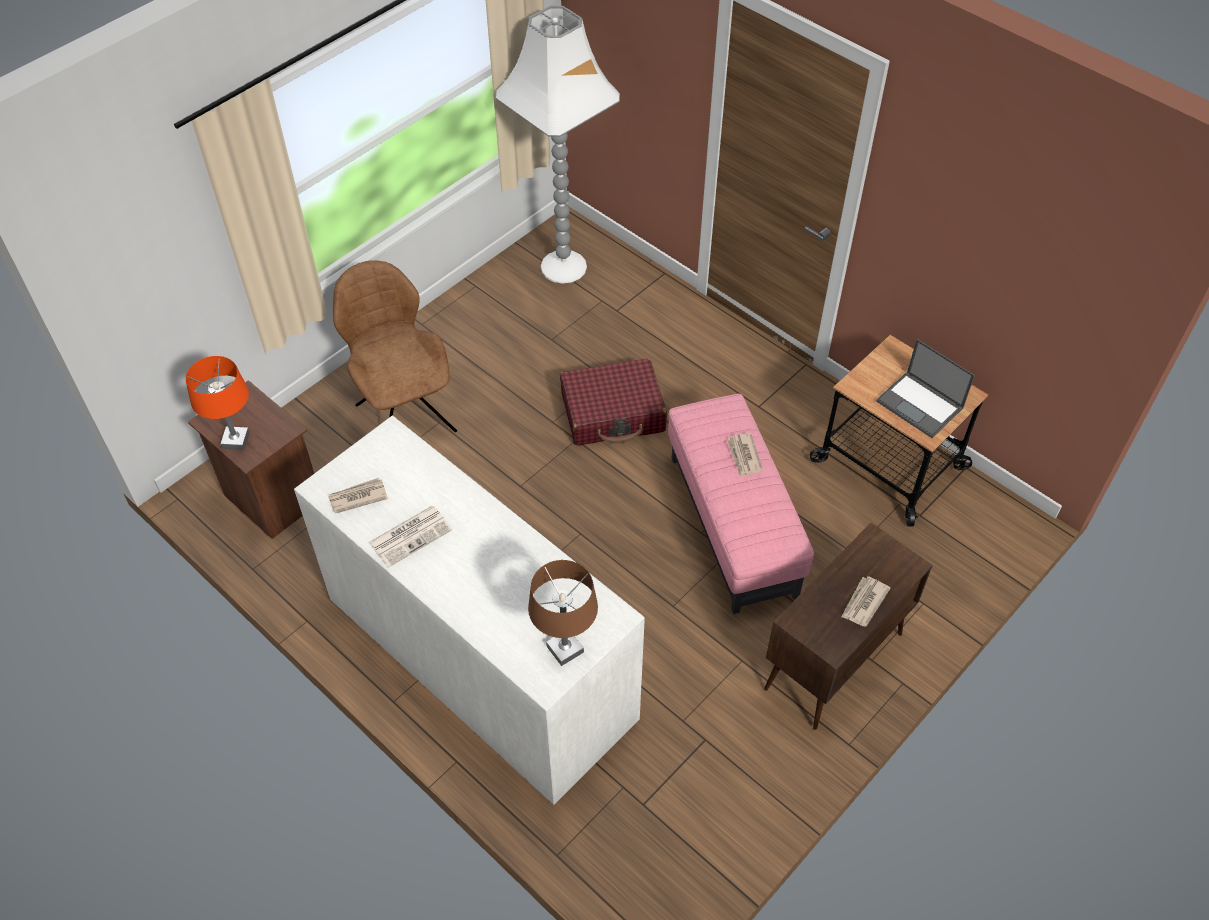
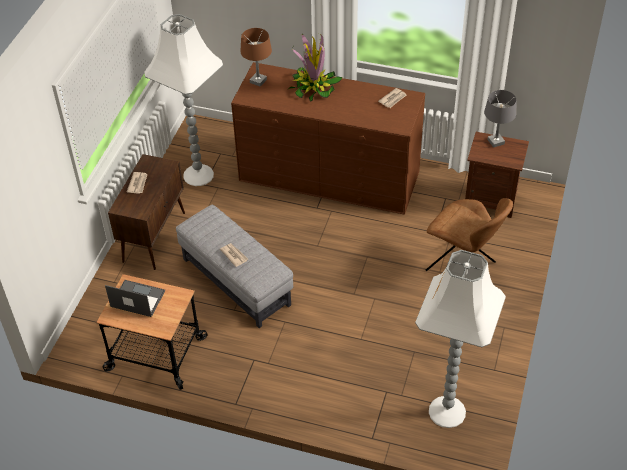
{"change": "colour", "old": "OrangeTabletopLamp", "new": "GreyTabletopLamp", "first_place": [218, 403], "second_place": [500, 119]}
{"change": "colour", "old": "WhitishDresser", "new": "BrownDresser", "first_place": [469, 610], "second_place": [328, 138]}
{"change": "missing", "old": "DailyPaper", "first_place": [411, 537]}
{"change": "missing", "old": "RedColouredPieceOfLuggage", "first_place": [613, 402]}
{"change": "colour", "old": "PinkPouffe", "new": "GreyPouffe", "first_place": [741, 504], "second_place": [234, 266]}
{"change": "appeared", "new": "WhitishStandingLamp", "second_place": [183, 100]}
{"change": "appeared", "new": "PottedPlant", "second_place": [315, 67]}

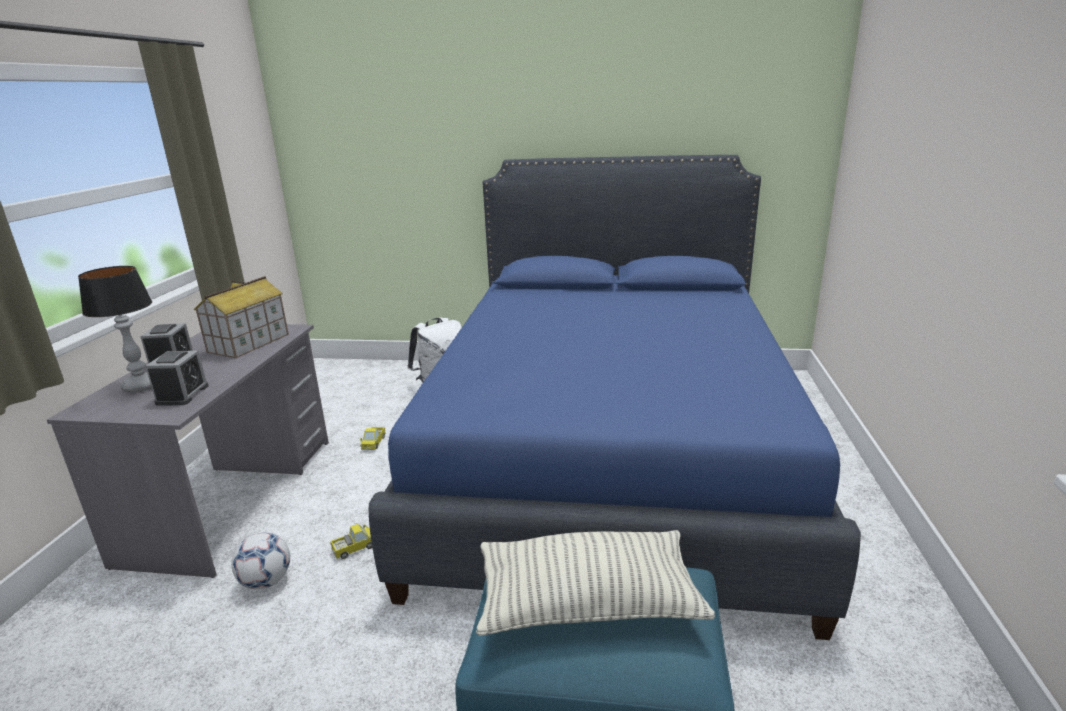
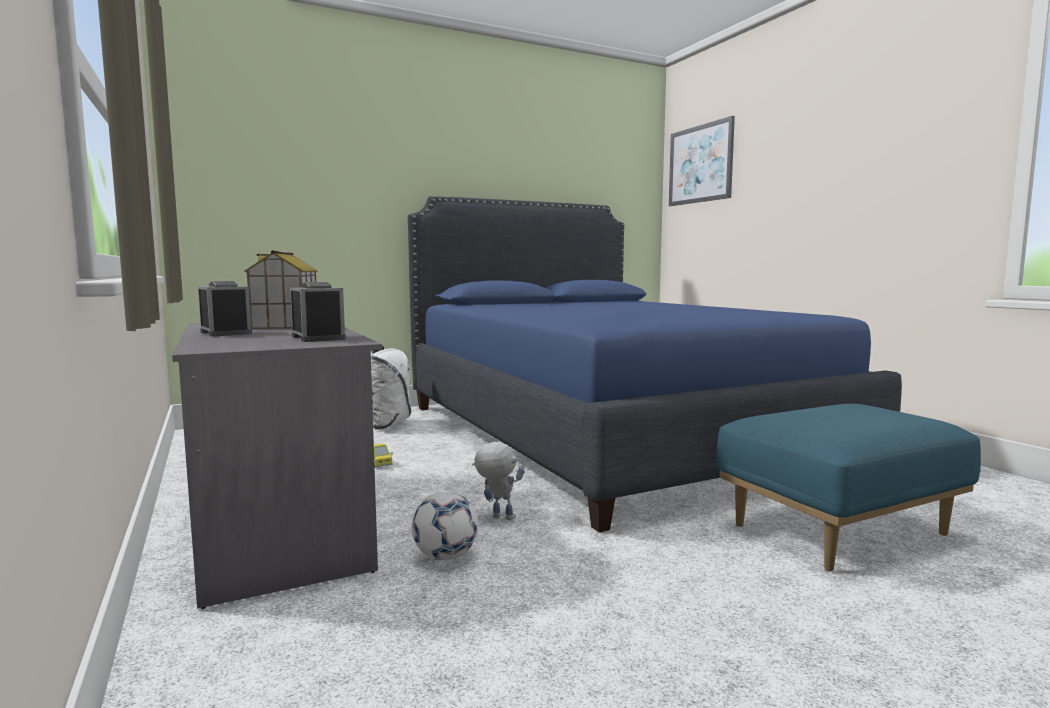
{"change": "missing", "old": "TabletopLamp", "first_place": [115, 329]}
{"change": "exchanged", "old": "ToyLorry", "new": "ToyRobot", "first_place": [351, 541], "second_place": [498, 481]}
{"change": "missing", "old": "Cushion", "first_place": [595, 583]}
{"change": "appeared", "new": "Picture", "second_place": [702, 161]}

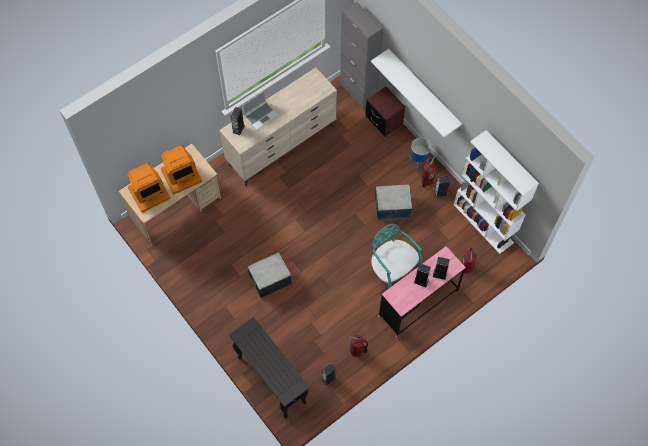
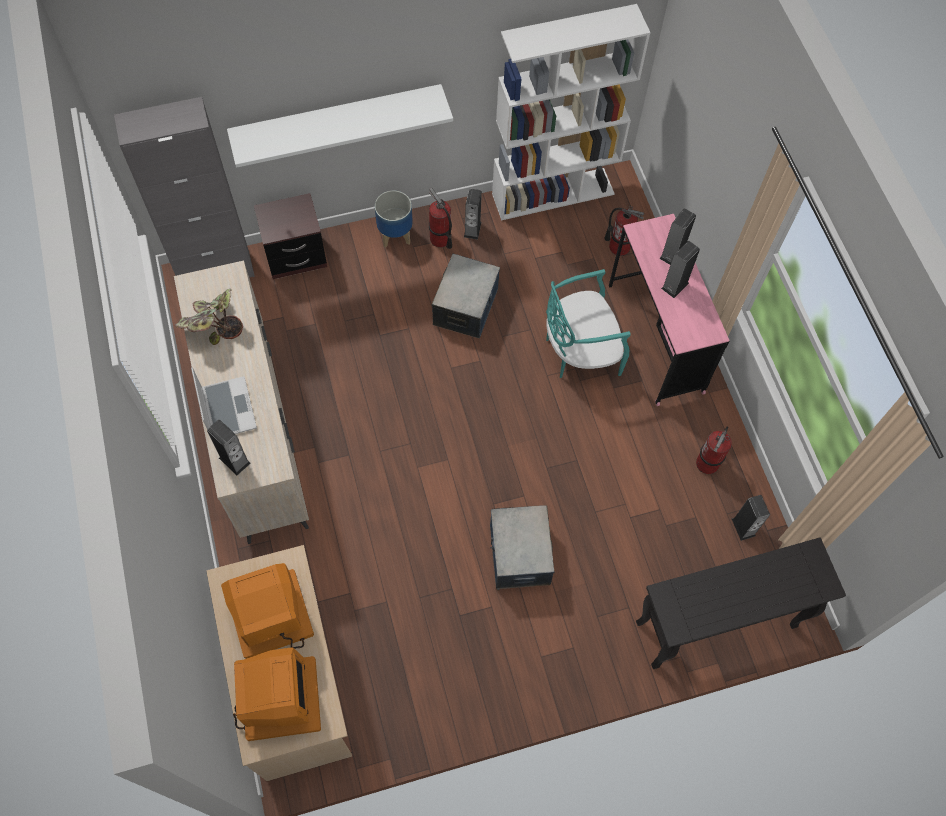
{"change": "spun", "old": "Monitor", "first_place": [181, 169], "second_place": [267, 611], "degrees": -105}
{"change": "appeared", "new": "PottedPlant", "second_place": [209, 317]}

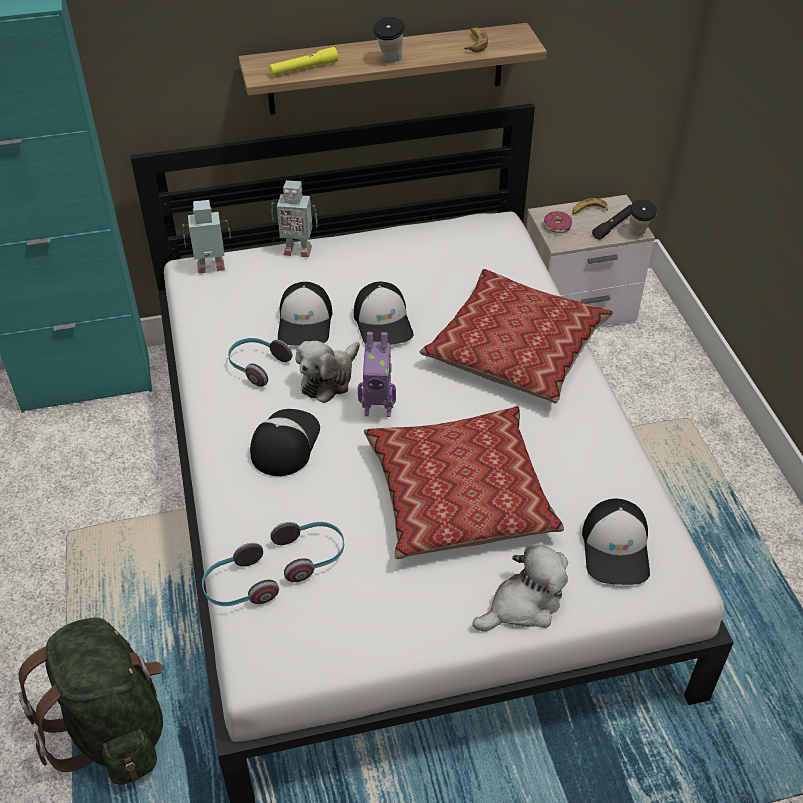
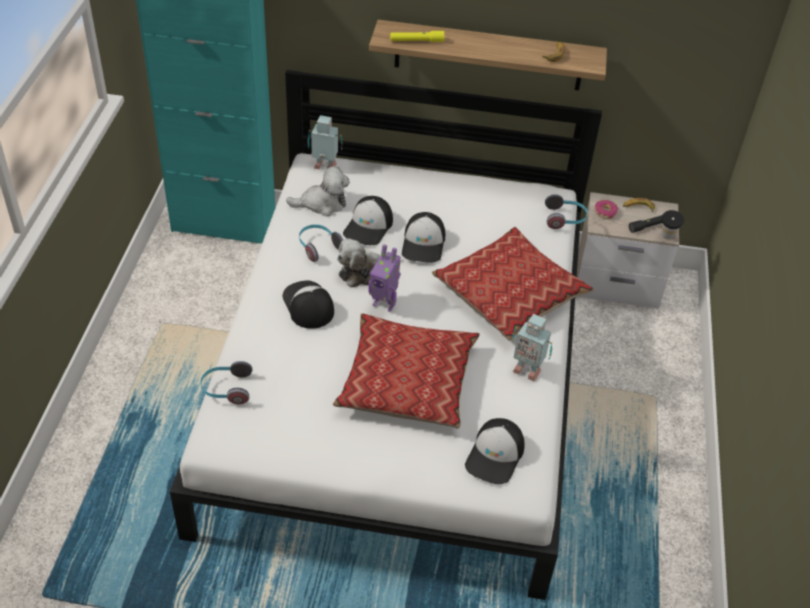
{"change": "missing", "old": "GreenishRucksack", "first_place": [90, 701]}
{"change": "spun", "old": "PeakedCap", "first_place": [285, 442], "second_place": [308, 305], "degrees": -60}
{"change": "relocated", "old": "PairOfHeadphones", "first_place": [307, 552], "second_place": [566, 211]}
{"change": "relocated", "old": "ToyRobot", "first_place": [294, 218], "second_place": [532, 347]}
{"change": "missing", "old": "DrinkingCup", "first_place": [389, 39]}
{"change": "relocated", "old": "SoftToy", "first_place": [520, 587], "second_place": [318, 191]}

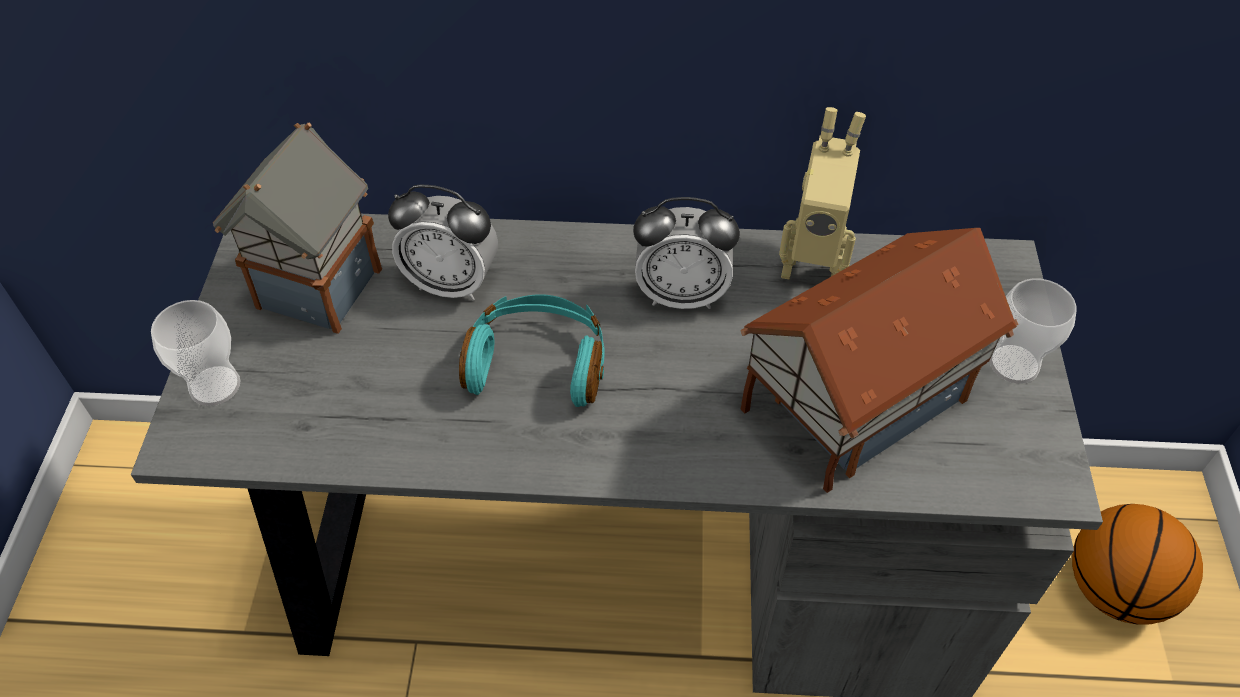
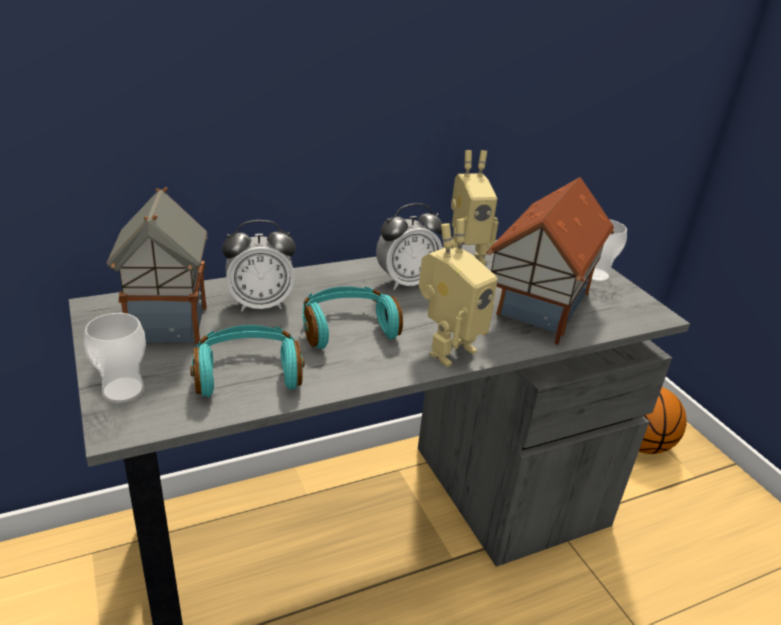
{"change": "appeared", "new": "BlueGreenPairOfHeadphones", "second_place": [247, 361]}
{"change": "appeared", "new": "ToyRobot", "second_place": [458, 293]}

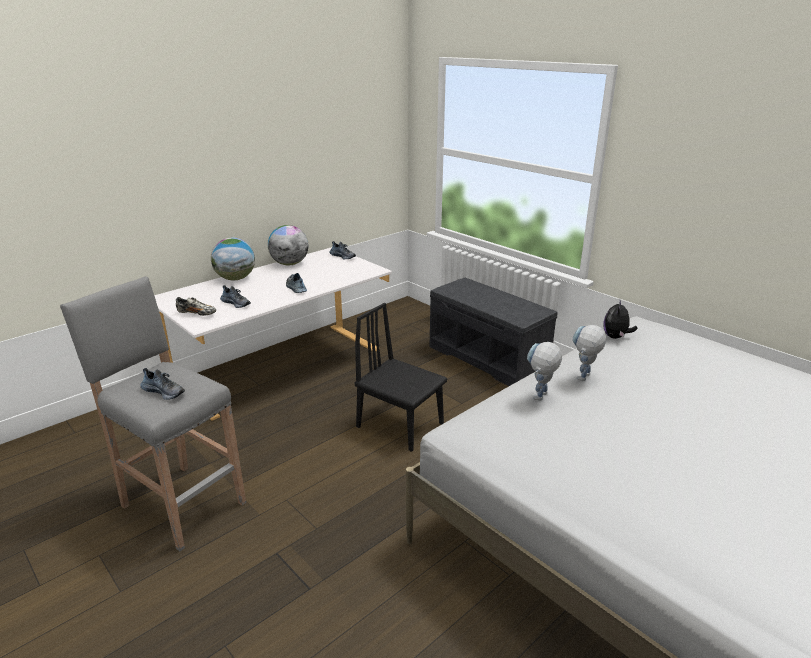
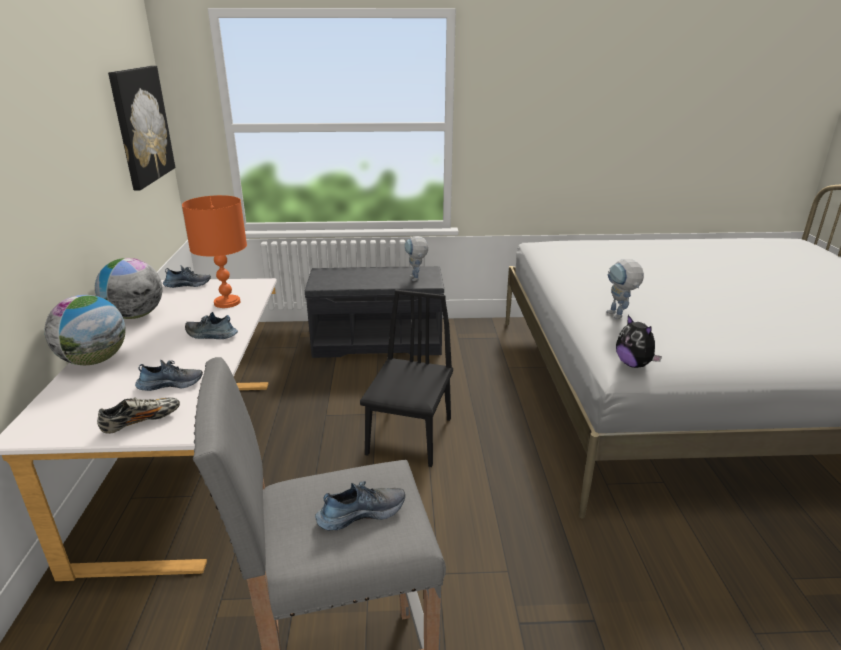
{"change": "spun", "old": "BlackUprightChair", "first_place": [401, 377], "second_place": [406, 378], "degrees": 120}
{"change": "relocated", "old": "ToyRobot", "first_place": [589, 353], "second_place": [416, 258]}
{"change": "relocated", "old": "SoftToy", "first_place": [620, 319], "second_place": [639, 341]}
{"change": "appeared", "new": "Picture", "second_place": [141, 128]}
{"change": "appeared", "new": "OrangeTabletopLamp", "second_place": [214, 251]}

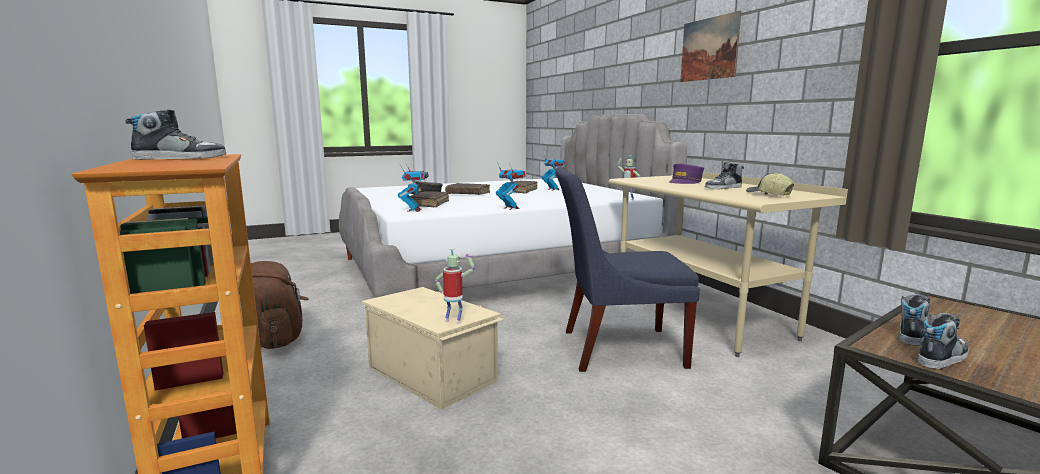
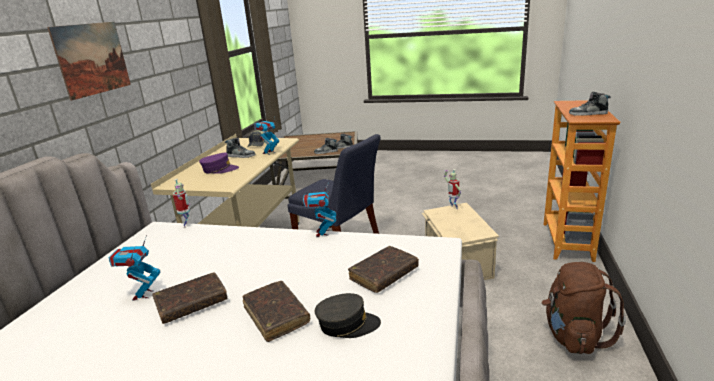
{"change": "relocated", "old": "ToyRobot", "first_place": [413, 187], "second_place": [266, 136]}

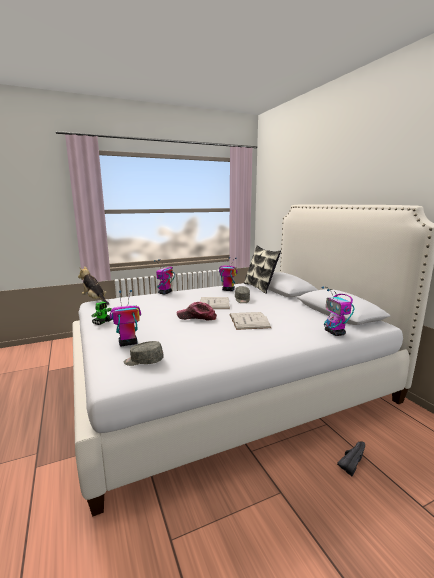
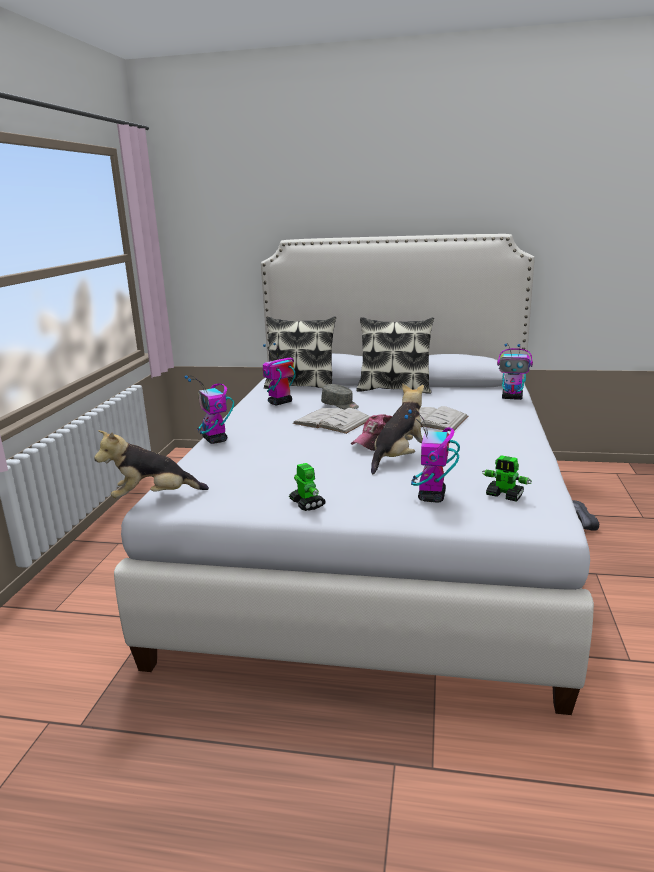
{"change": "exchanged", "old": "GreyPeakedCap", "new": "ToyRobot", "first_place": [144, 353], "second_place": [507, 478]}
{"change": "appeared", "new": "Cushion", "second_place": [395, 355]}
{"change": "appeared", "new": "SoftToy", "second_place": [397, 428]}

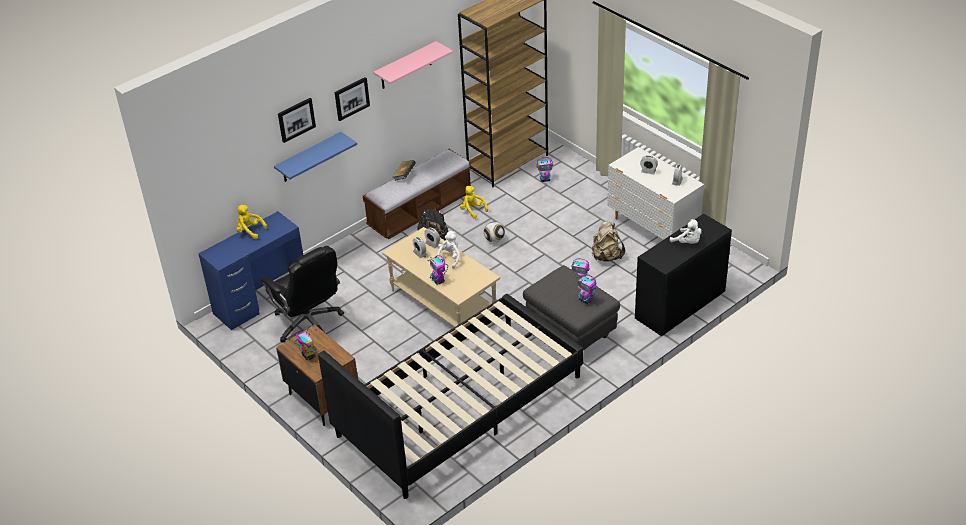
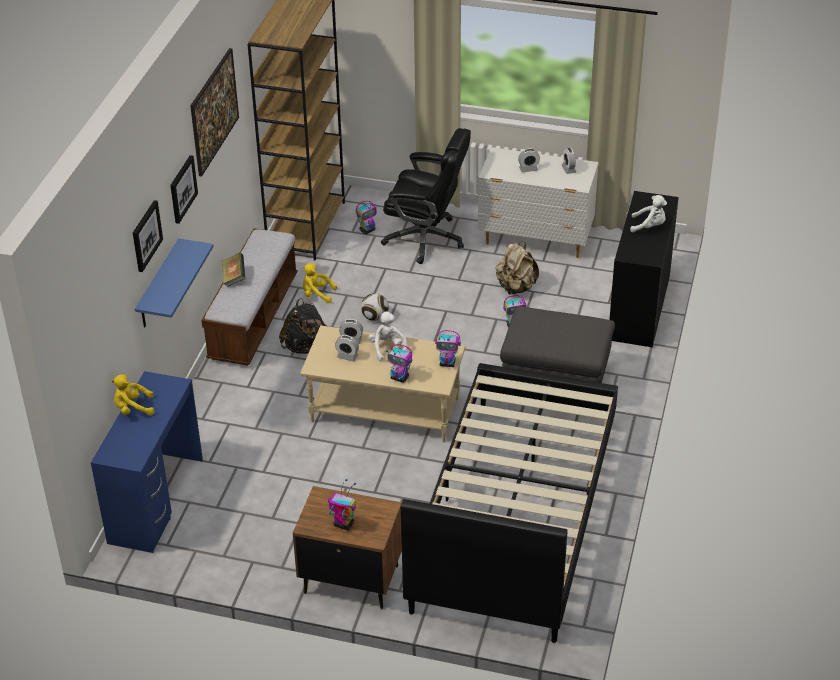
{"change": "relocated", "old": "BlackOfficeChair", "first_place": [302, 294], "second_place": [426, 196]}
{"change": "exchanged", "old": "PinkShelf", "new": "Picture", "first_place": [413, 65], "second_place": [214, 112]}
{"change": "relocated", "old": "ToyRobot", "first_place": [586, 289], "second_place": [448, 348]}

